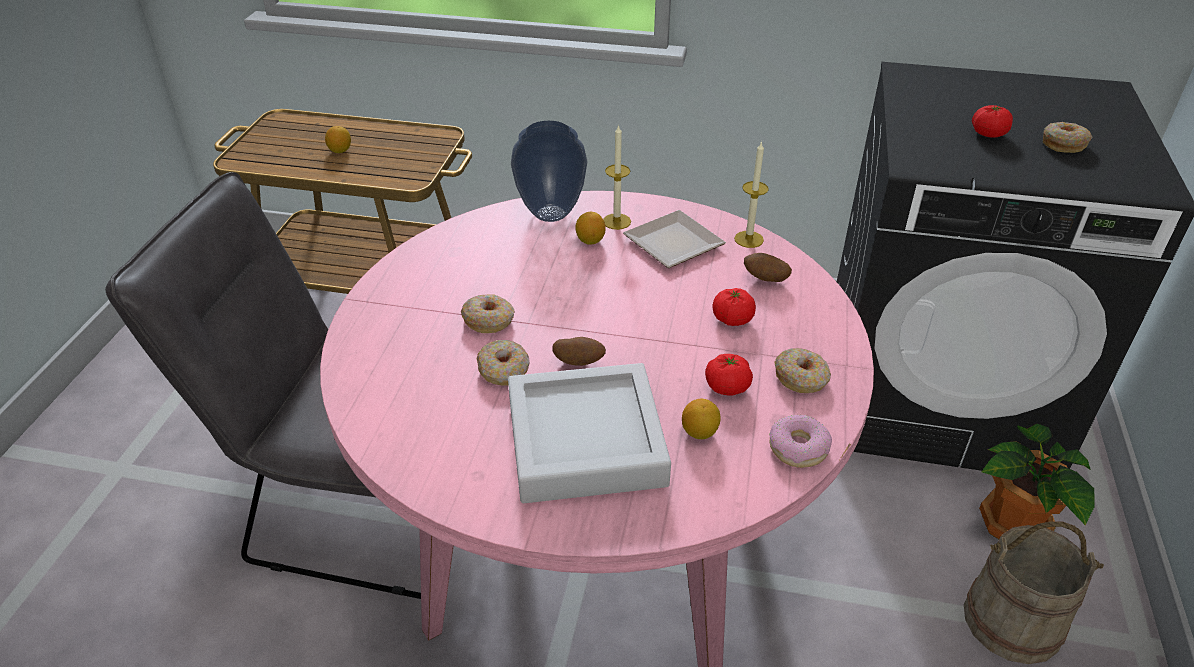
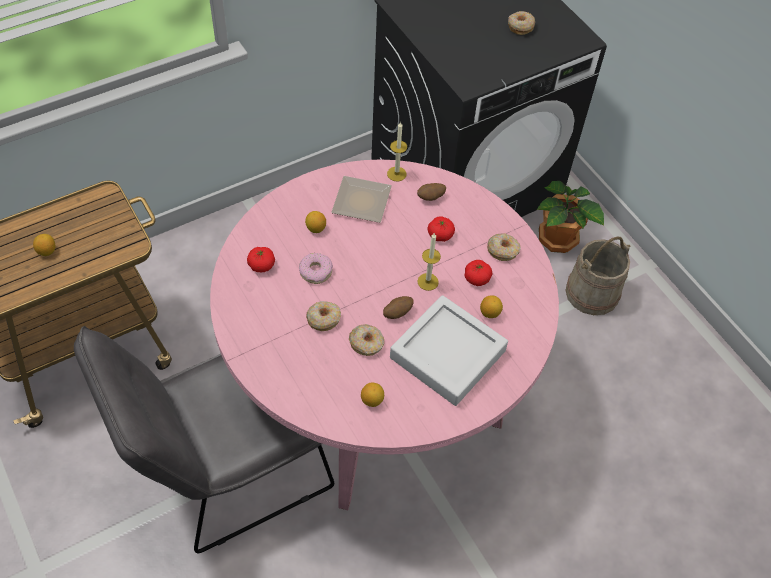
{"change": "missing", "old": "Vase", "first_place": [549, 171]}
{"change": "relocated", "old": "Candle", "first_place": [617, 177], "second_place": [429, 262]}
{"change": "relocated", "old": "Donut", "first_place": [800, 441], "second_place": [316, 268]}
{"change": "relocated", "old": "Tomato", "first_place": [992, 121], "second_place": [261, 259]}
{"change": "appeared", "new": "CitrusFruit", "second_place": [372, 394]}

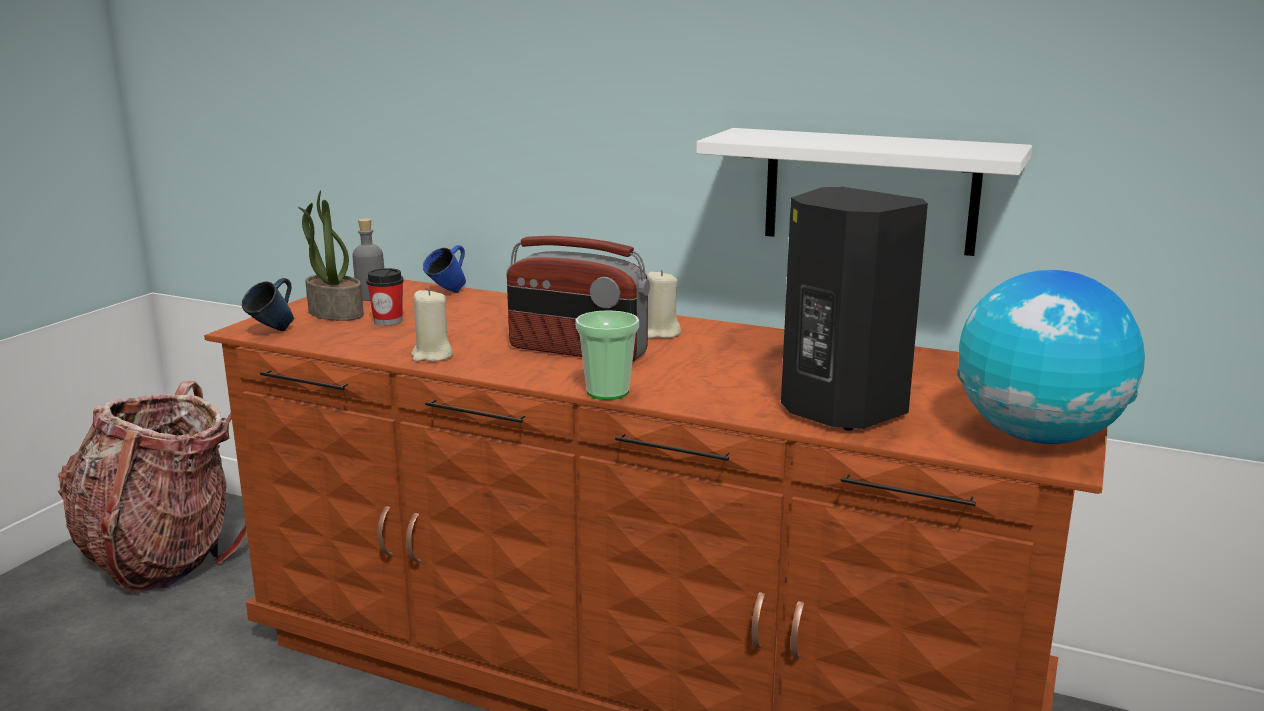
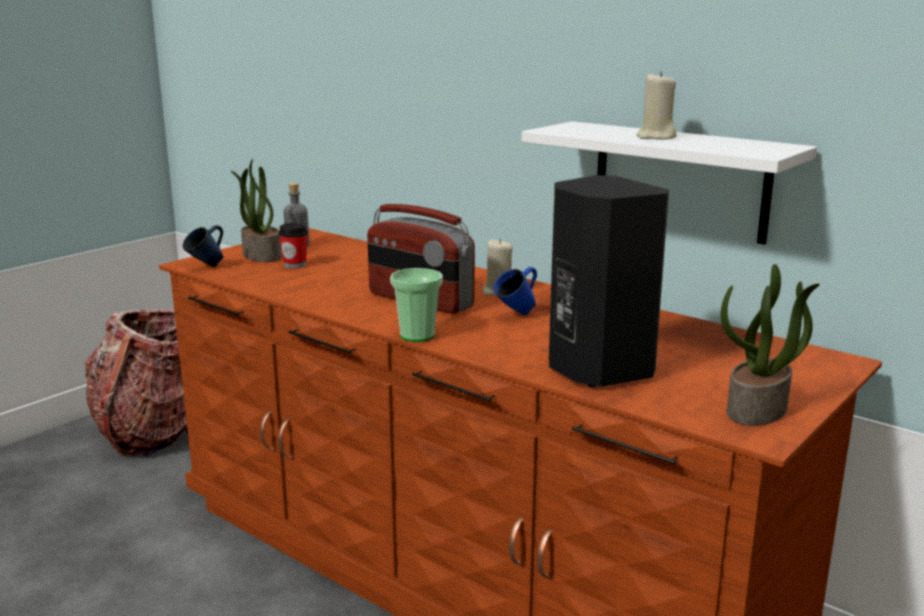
{"change": "relocated", "old": "SandColouredCandle", "first_place": [432, 325], "second_place": [656, 105]}
{"change": "relocated", "old": "BlueCoffeeMug", "first_place": [444, 269], "second_place": [515, 291]}
{"change": "exchanged", "old": "WorldGlobe", "new": "PottedPlant", "first_place": [1051, 357], "second_place": [770, 345]}

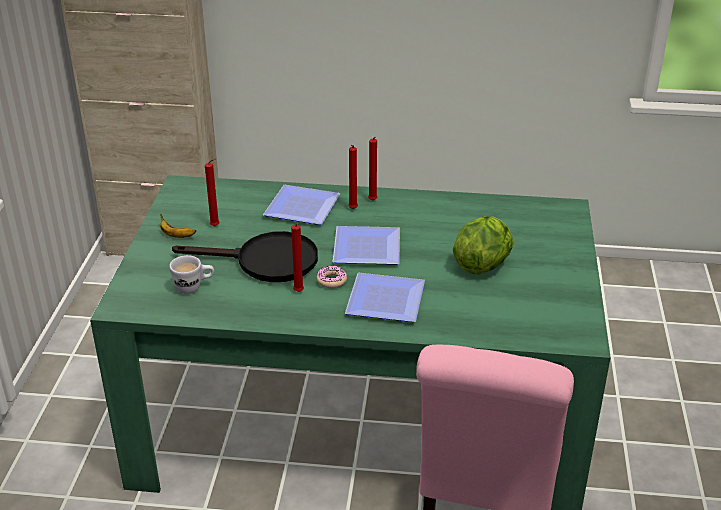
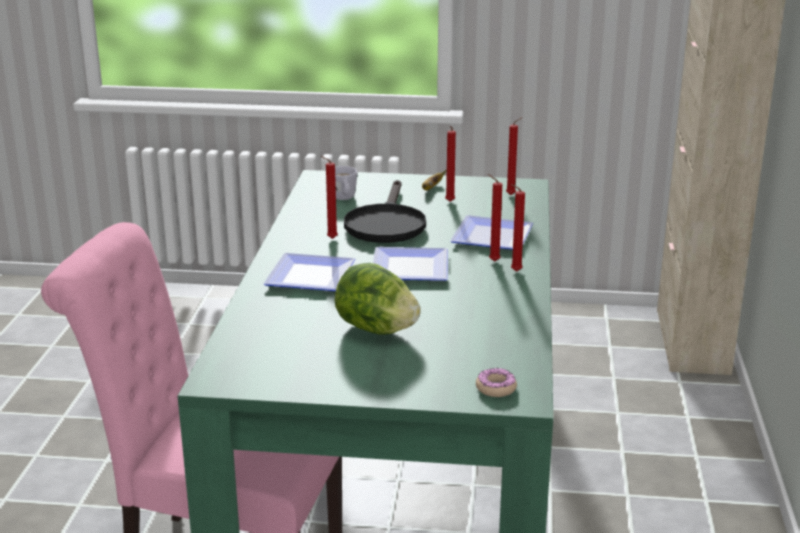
{"change": "relocated", "old": "Donut", "first_place": [332, 277], "second_place": [496, 382]}
{"change": "appeared", "new": "RedColouredCandle", "second_place": [514, 156]}

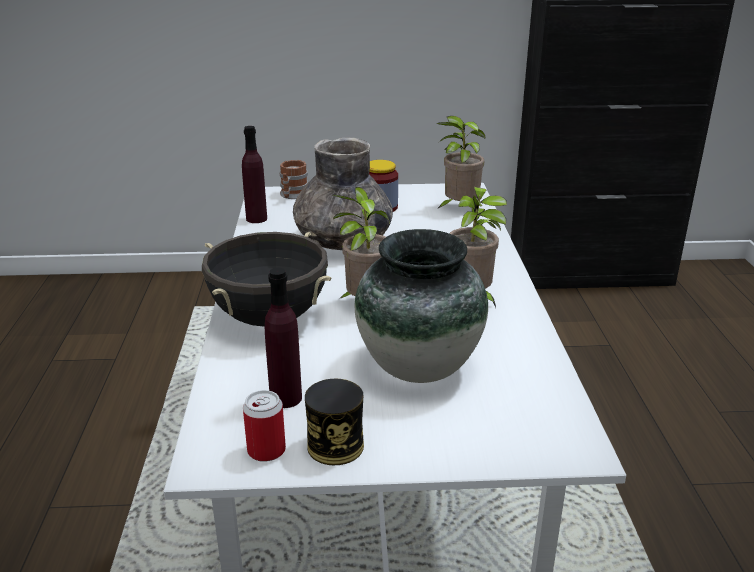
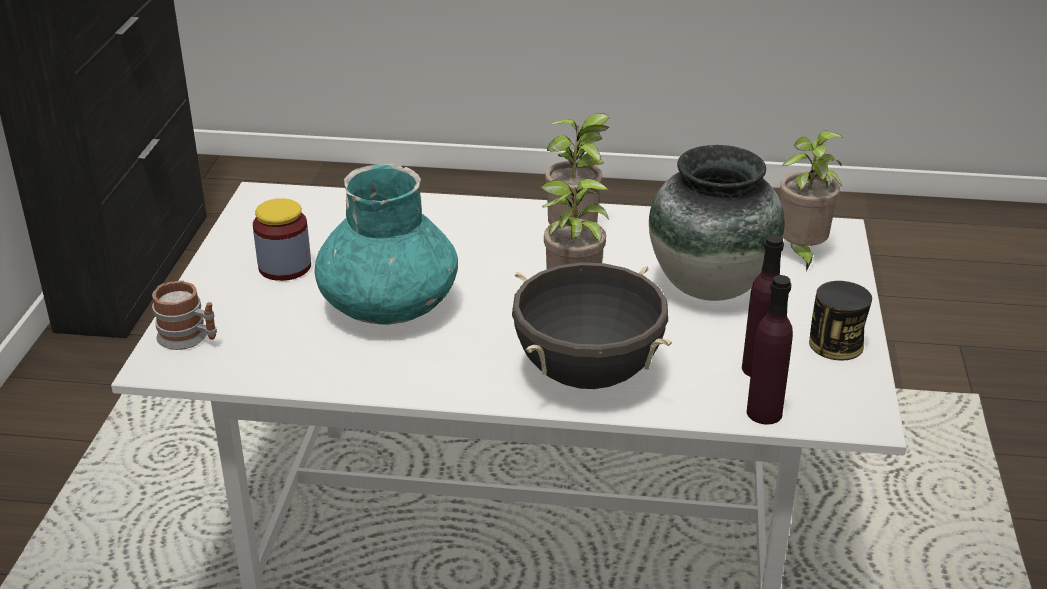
{"change": "relocated", "old": "PurpleBeverageBottle", "first_place": [254, 174], "second_place": [770, 349]}
{"change": "missing", "old": "MetalCan", "first_place": [264, 426]}
{"change": "colour", "old": "GreyVase", "new": "BlueGreenVase", "first_place": [343, 193], "second_place": [386, 244]}
{"change": "relocated", "old": "PottedPlant", "first_place": [461, 163], "second_place": [811, 200]}

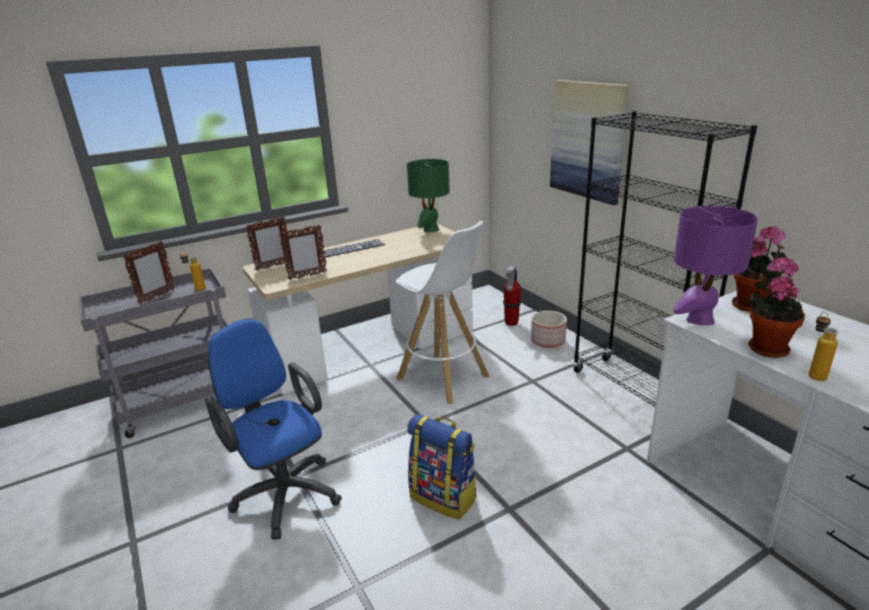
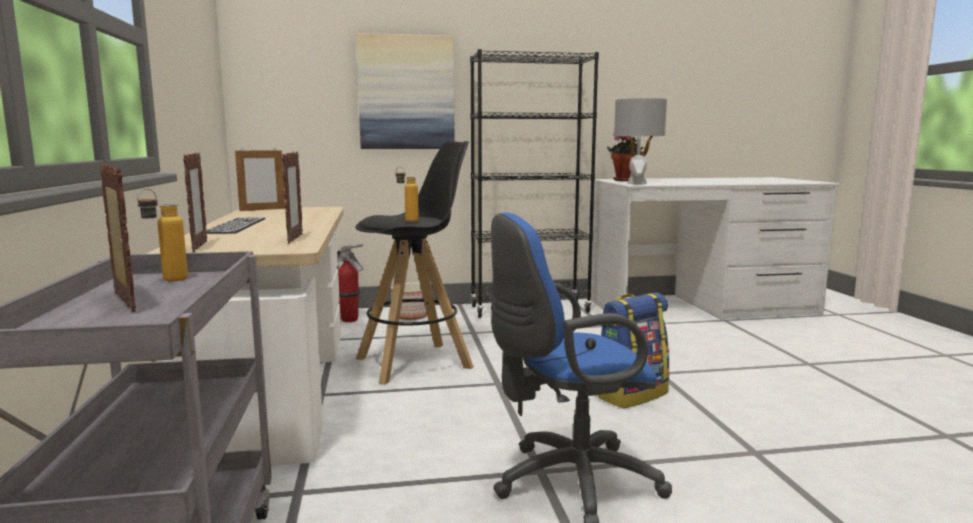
{"change": "colour", "old": "WhitishStoolSeat", "new": "BlackStoolSeat", "first_place": [442, 312], "second_place": [414, 263]}
{"change": "exchanged", "old": "GreenishTabletopLamp", "new": "PhotoFrame", "first_place": [428, 196], "second_place": [260, 179]}
{"change": "colour", "old": "PurpleTabletopLamp", "new": "GreyTabletopLamp", "first_place": [715, 265], "second_place": [640, 141]}
{"change": "missing", "old": "PottedPlant", "first_place": [775, 307]}
{"change": "relocated", "old": "BeverageBottle", "first_place": [824, 346], "second_place": [407, 194]}

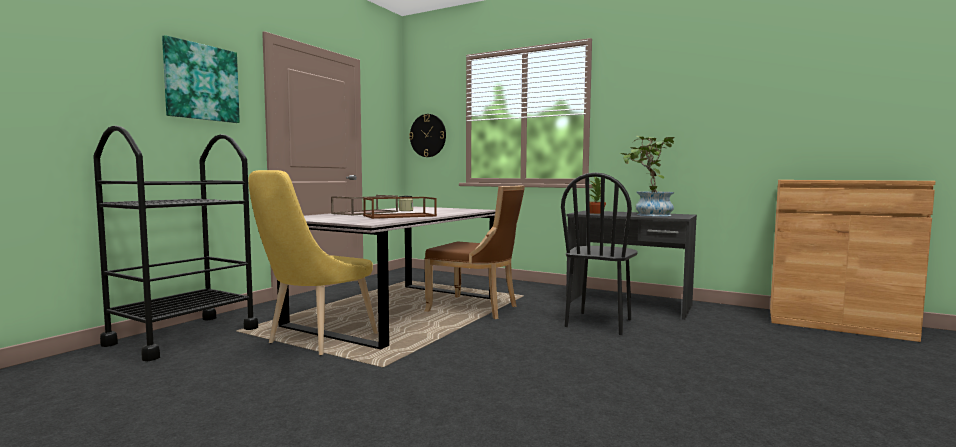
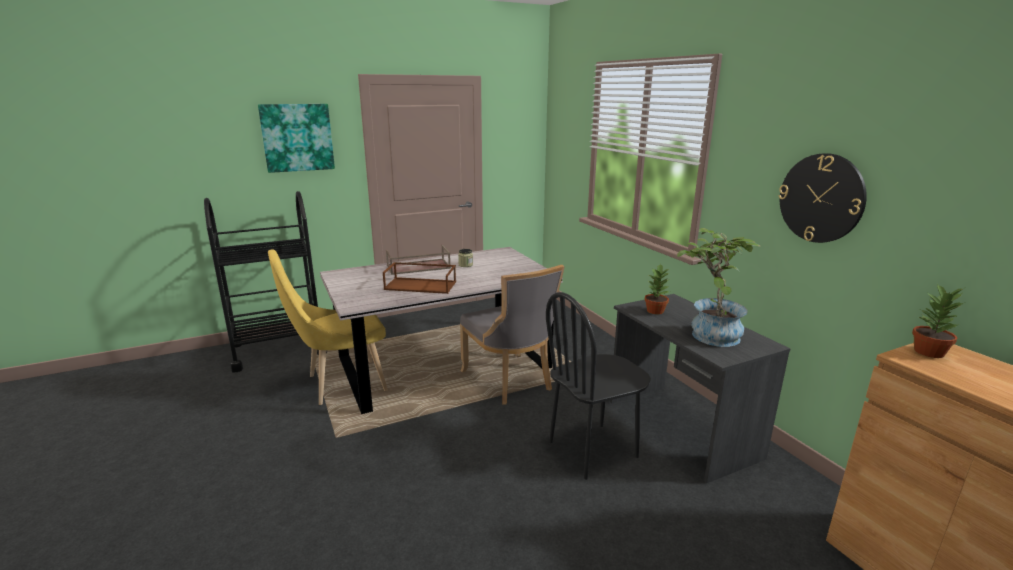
{"change": "relocated", "old": "ClockOnTheWall", "first_place": [427, 135], "second_place": [822, 198]}
{"change": "colour", "old": "BrownUprightChair", "new": "GreyUprightChair", "first_place": [475, 252], "second_place": [512, 335]}
{"change": "appeared", "new": "PottedPlant", "second_place": [937, 320]}

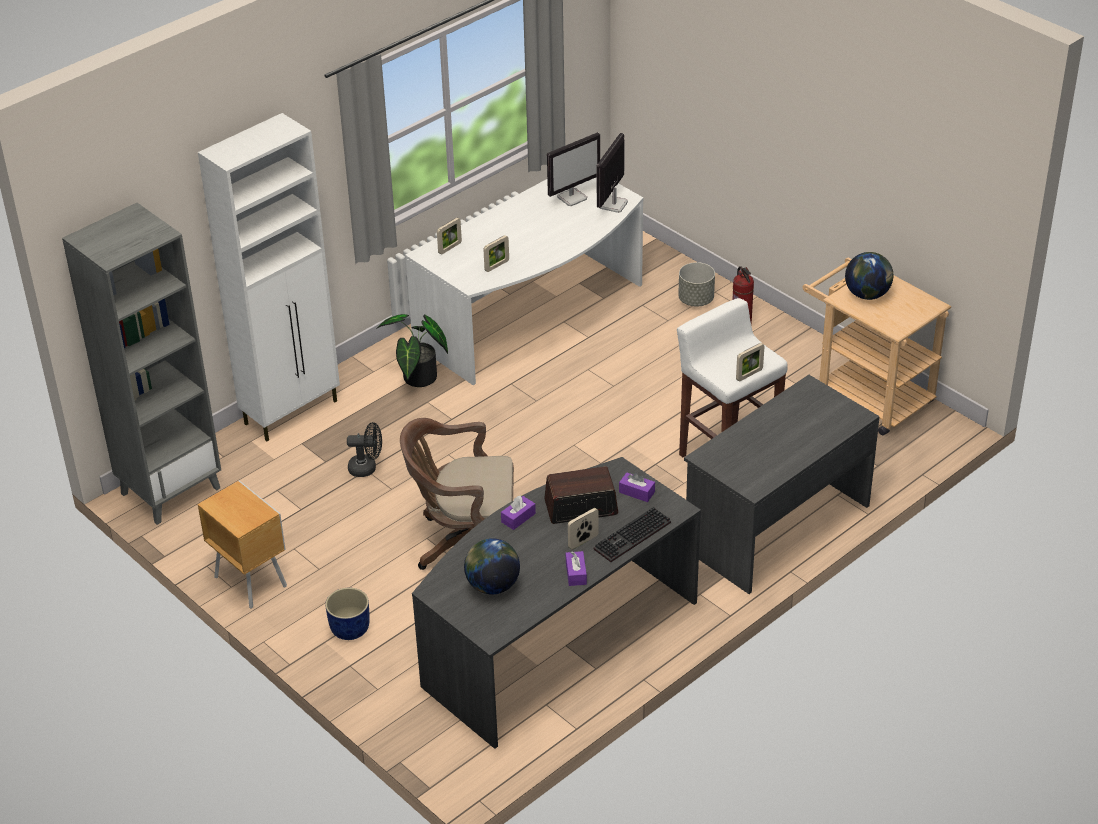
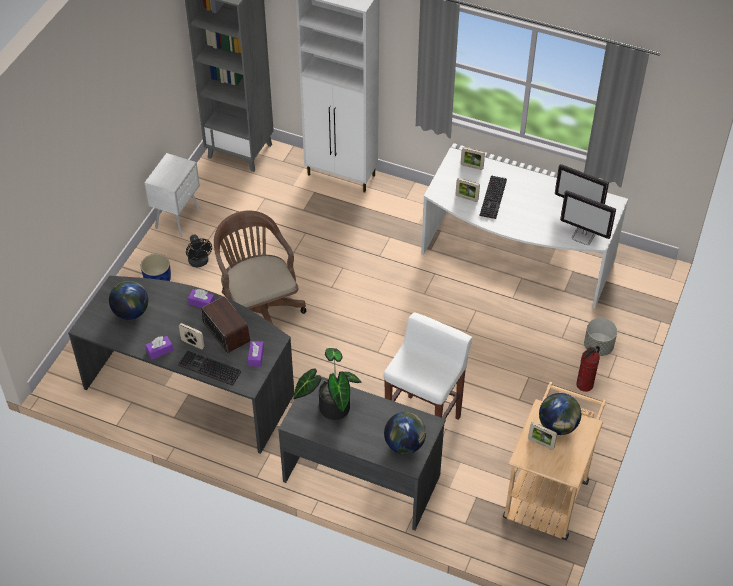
{"change": "colour", "old": "BrownNightTable", "new": "WhitishNightTable", "first_place": [242, 544], "second_place": [173, 195]}
{"change": "relocated", "old": "BlackCoolingFan", "first_place": [364, 449], "second_place": [199, 251]}
{"change": "relocated", "old": "PottedPlant", "first_place": [412, 350], "second_place": [327, 384]}
{"change": "spun", "old": "Monitor", "first_place": [612, 173], "second_place": [588, 217], "degrees": -150}
{"change": "relocated", "old": "PhotoFrame", "first_place": [750, 362], "second_place": [542, 436]}
{"change": "appeared", "new": "WorldGlobe", "second_place": [405, 433]}
{"change": "appeared", "new": "ComputerKeyboard", "second_place": [493, 197]}

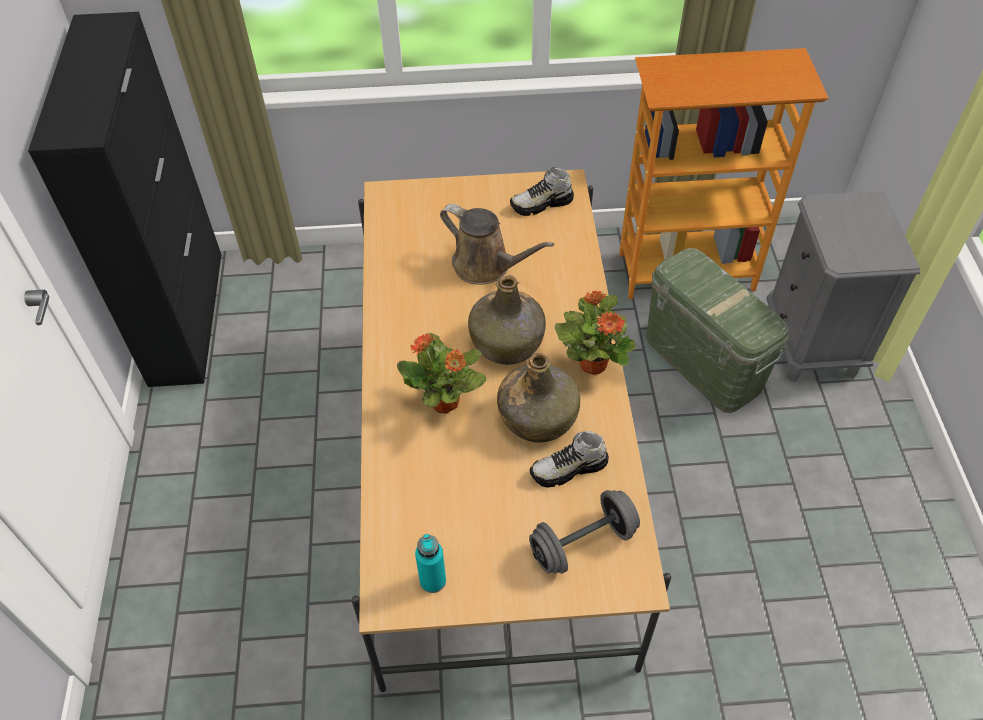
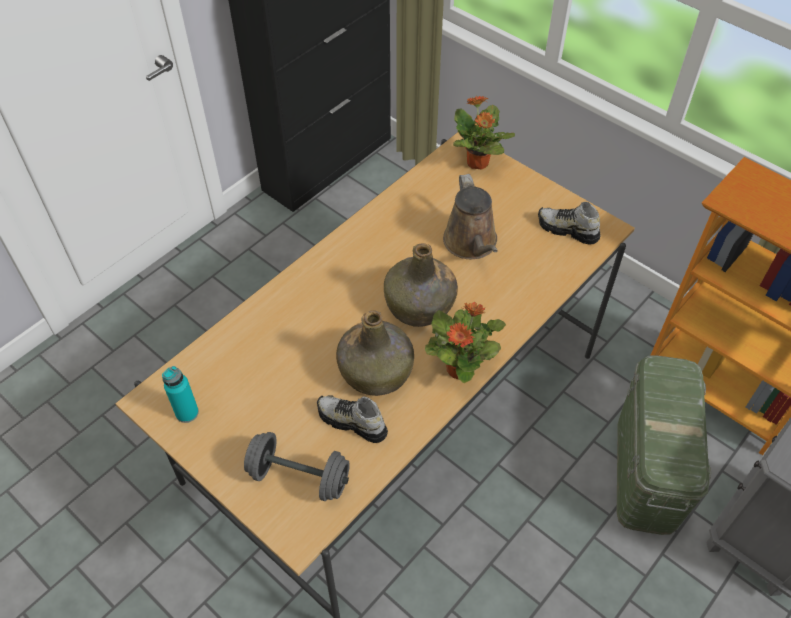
{"change": "relocated", "old": "PottedPlant", "first_place": [441, 373], "second_place": [484, 133]}

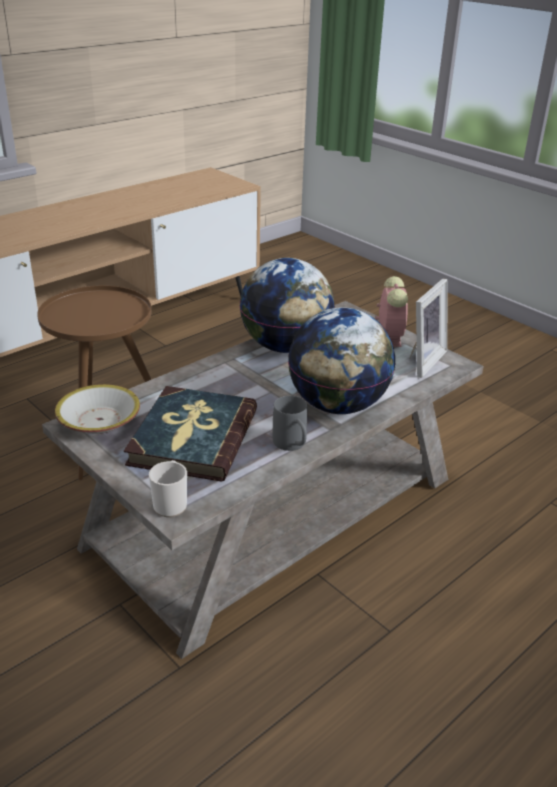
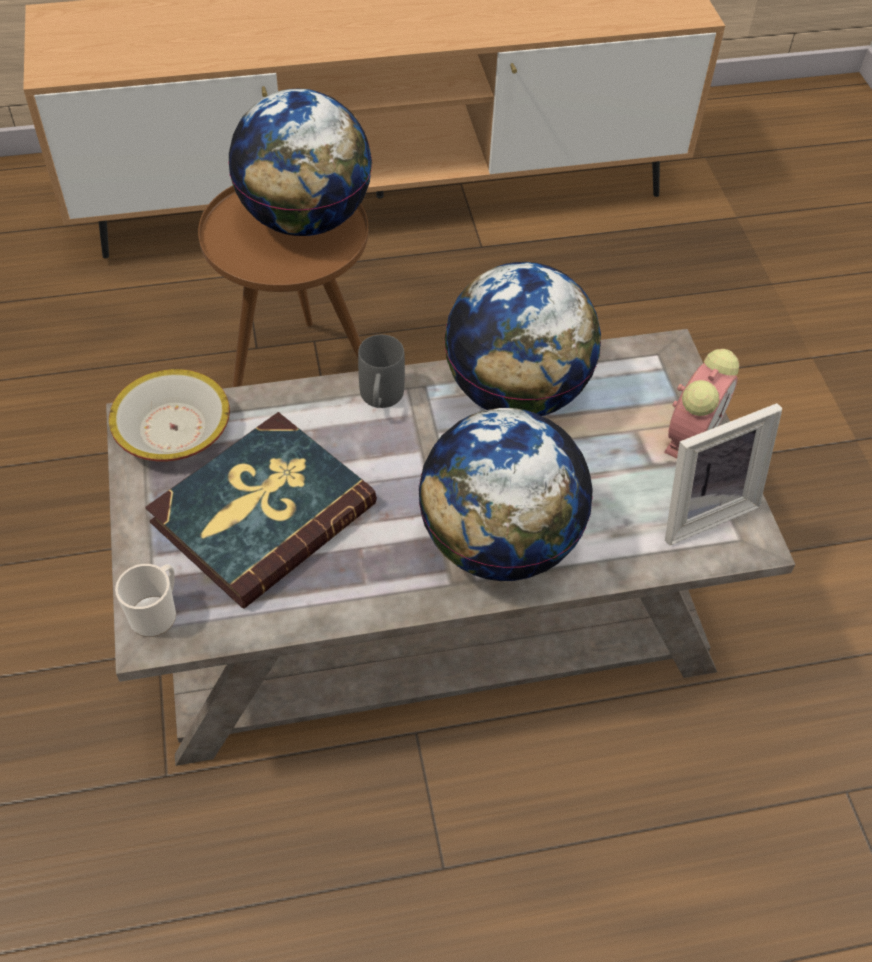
{"change": "relocated", "old": "GreyCoffeeMug", "first_place": [290, 423], "second_place": [381, 371]}
{"change": "appeared", "new": "WorldGlobe", "second_place": [300, 162]}

